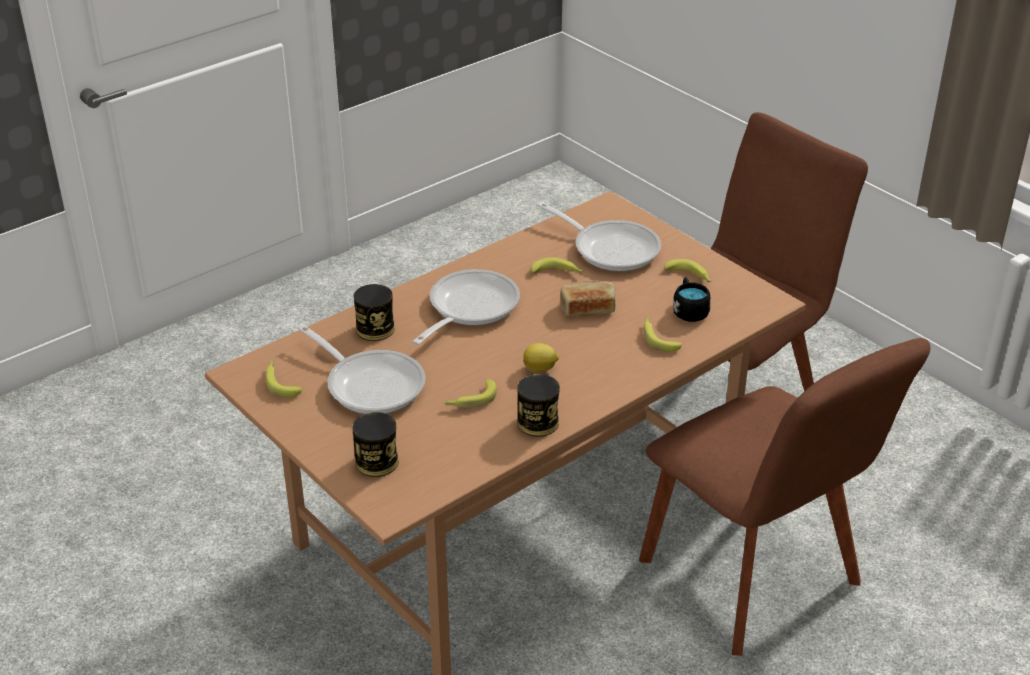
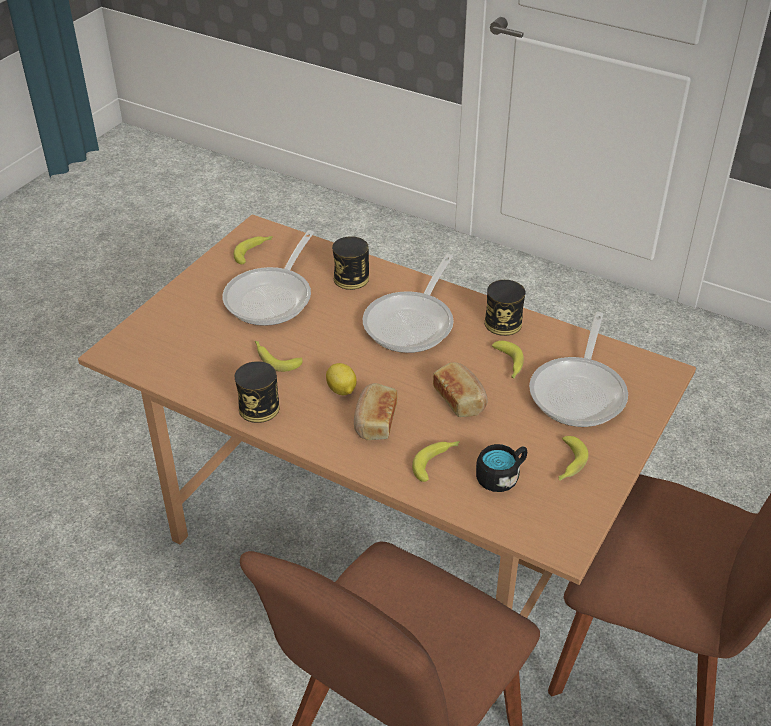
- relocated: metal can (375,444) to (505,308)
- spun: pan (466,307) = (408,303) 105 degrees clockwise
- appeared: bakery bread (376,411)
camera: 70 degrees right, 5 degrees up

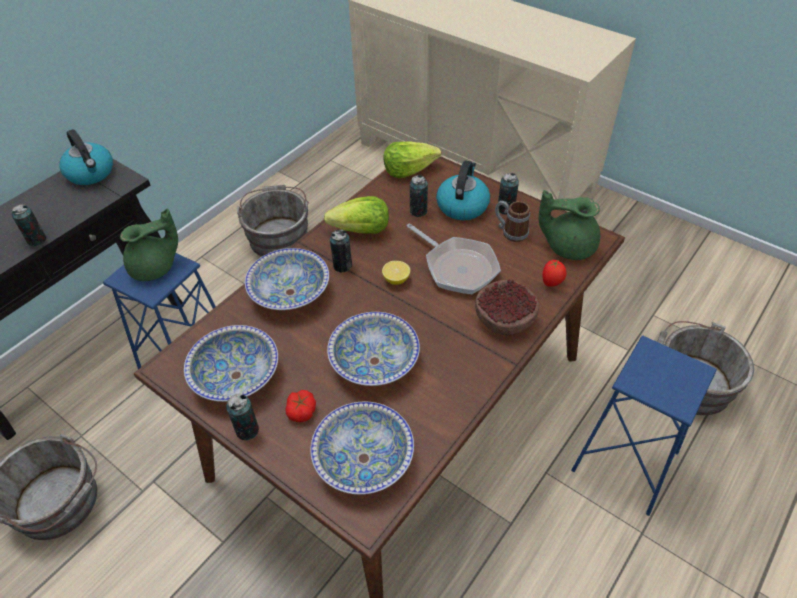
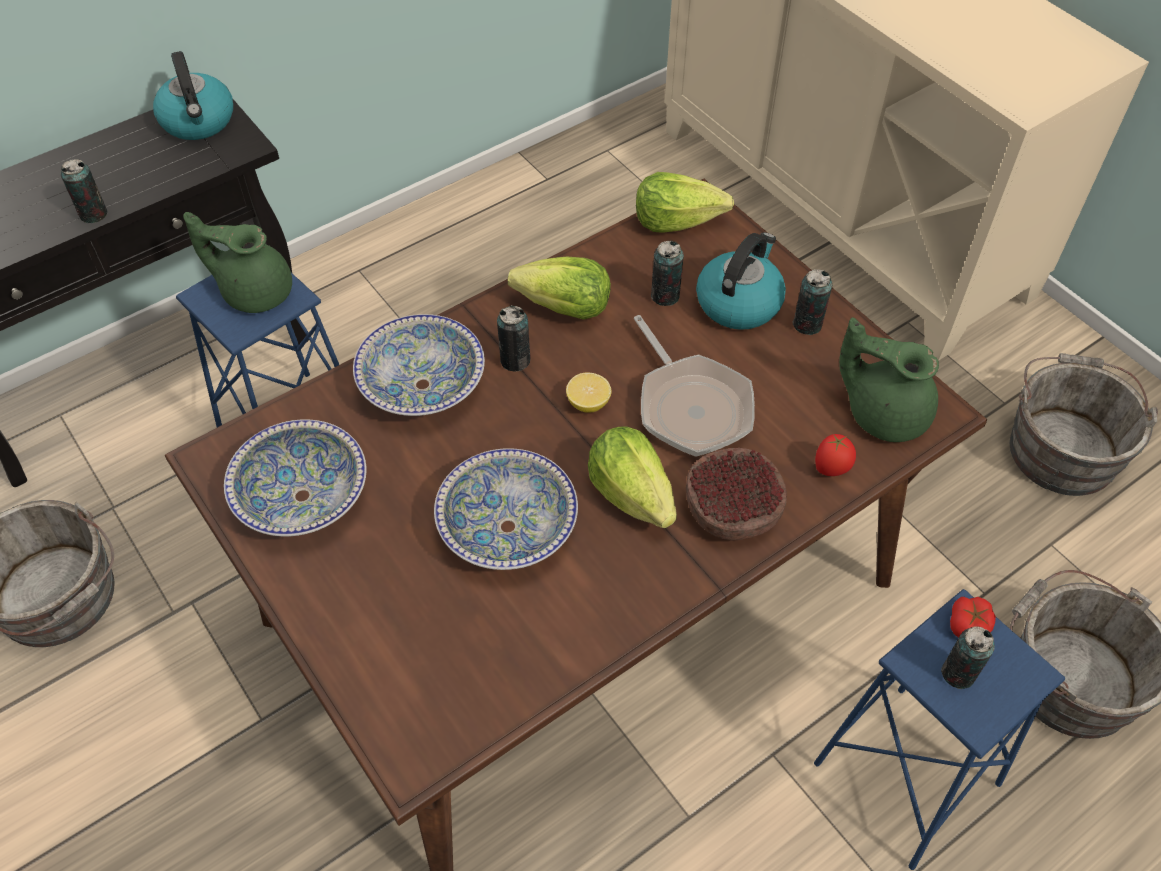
- spun: pot for tea in green (149,244) = (237,262) 150 degrees counterclockwise
- relocated: metal can (243,417) to (968,657)
- relocated: pail in gray (273,221) to (1084,424)
- relocated: fresh tomato (301,406) to (973,617)
- missing: deep dish (362,448)
- missing: coffee mug (512,221)
- appeared: head of lettuce (632,477)
camera: 15 degrees right, 5 degrees up

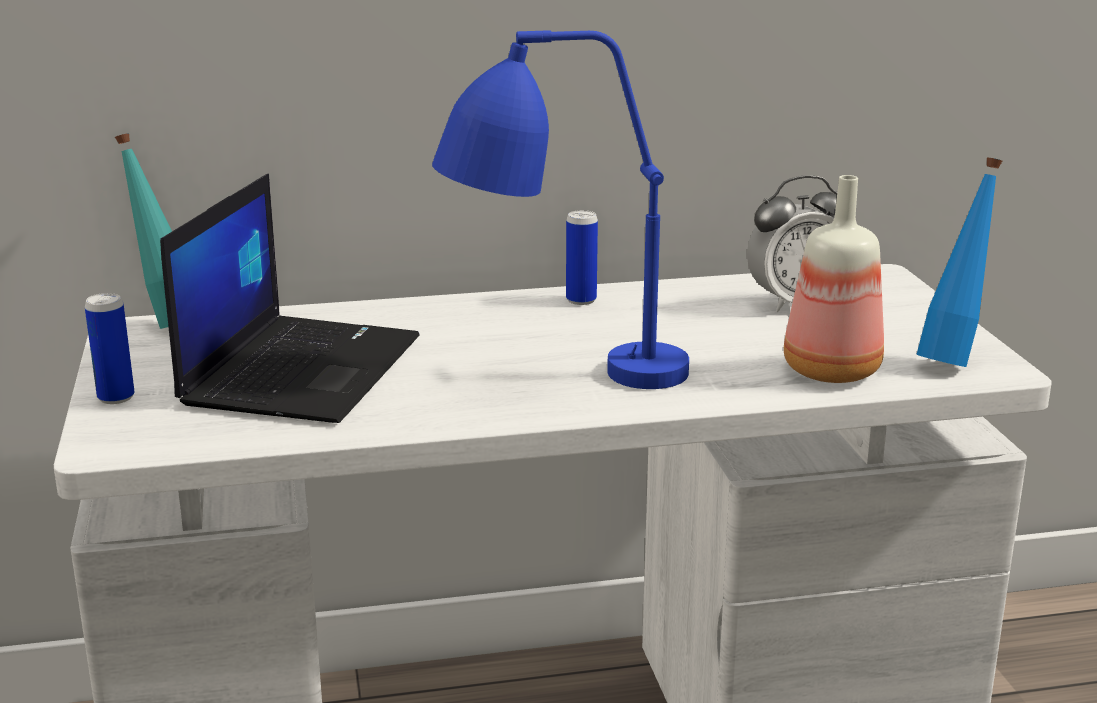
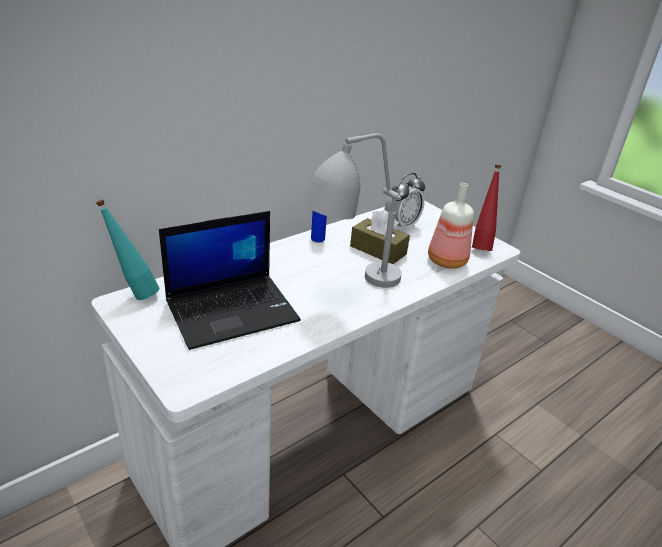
- missing: metal can (110,348)
- spun: notebook computer (290,298) = (230,280) 75 degrees clockwise
- colour: table lamp in bluish (560,209) to table lamp in gray (352,210)
- colour: bottle in bluish (959,262) to bottle in red (486,208)
- appeared: box of tissues in brown-coloured (380,237)
camera: 30 degrees left, 10 degrees up

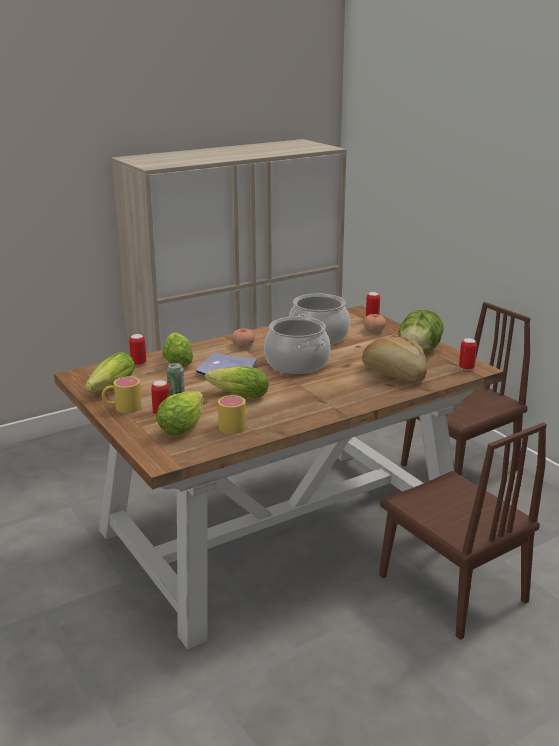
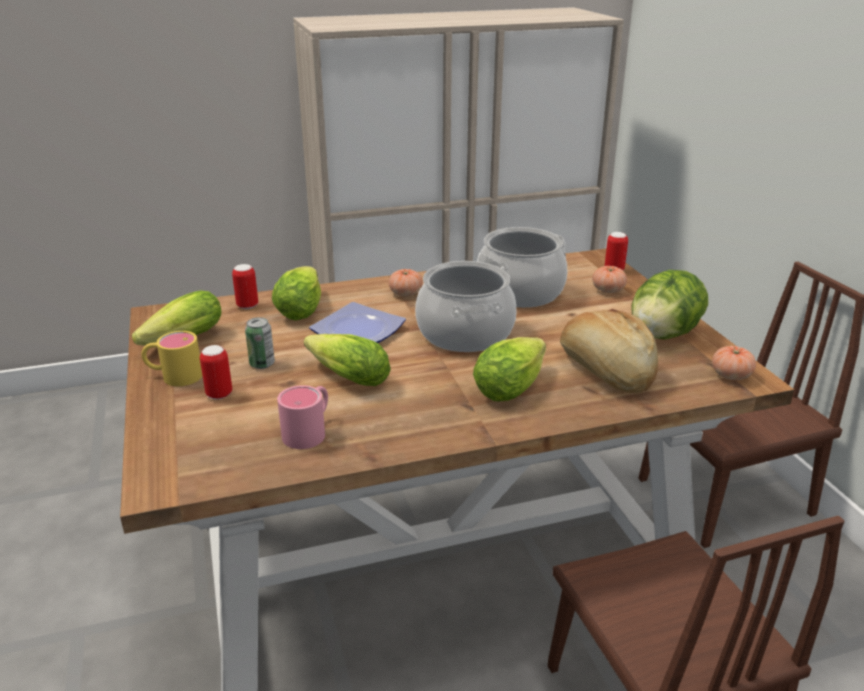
- relocated: head of lettuce (180,413) to (509,369)
- colour: coffee mug in yellow-coloured (232,414) to coffee mug in pink-coloured (302,417)
- exchanged: metal can (468,354) to fresh tomato (734,363)
camera: 15 degrees right, 5 degrees up

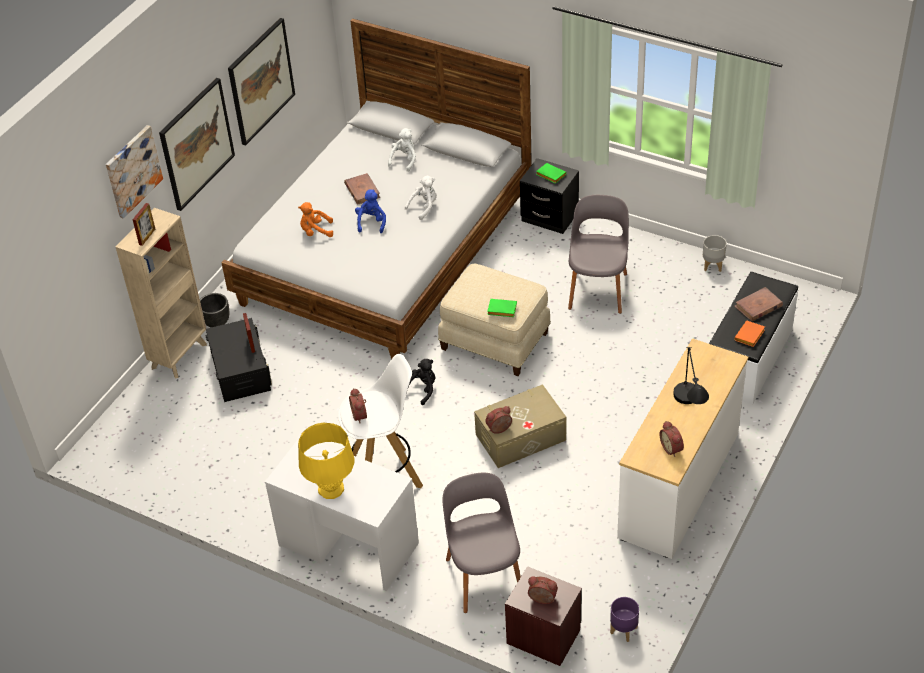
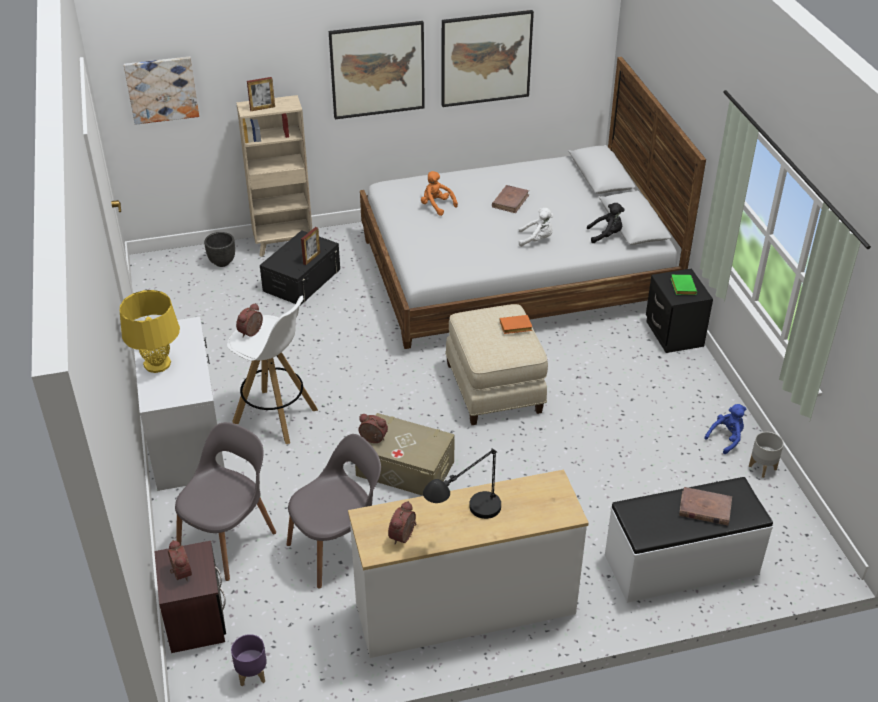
- relocated: picture (134,172) to (161,91)
- relocated: flower pot in black (214,310) to (219,249)
- relocated: plush toy in bluish (370,211) to (725,429)
- missing: plush toy in white-coloured (402,150)
- relocated: plush toy in black (421,382) to (606,223)
- missing: volume in green (502,308)
- relocated: upright chair in gray (598,254) to (334,511)
- relocated: volume in orange-coloured (749,334) to (516,324)
camera: 45 degrees right, 5 degrees down

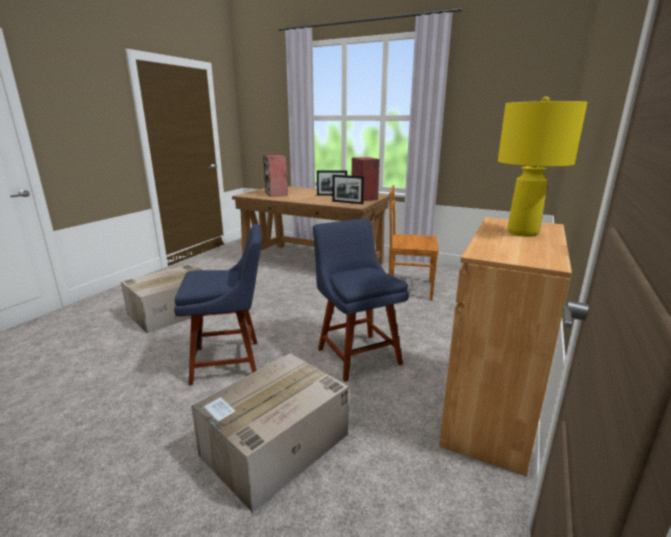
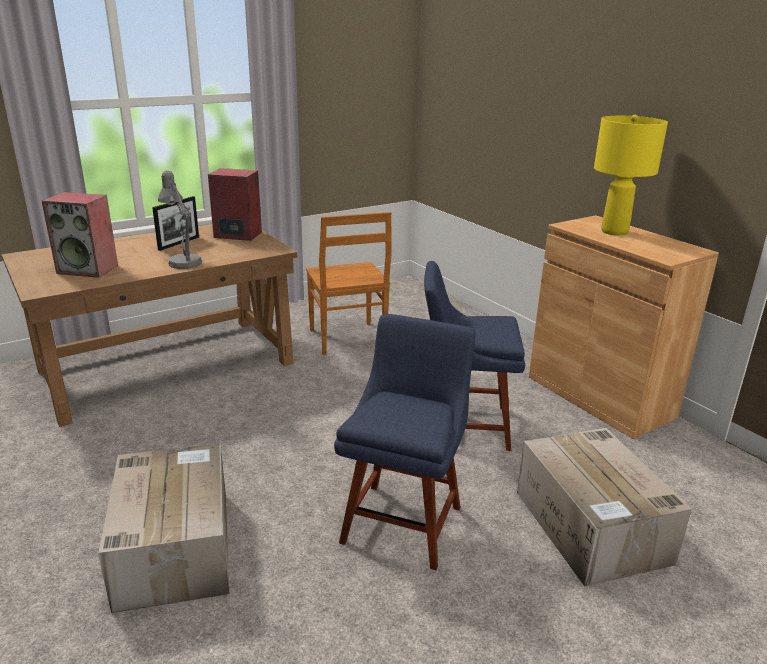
- missing: picture frame (348,189)
- spun: upright chair in brown-coloured (413,242) = (348,283) 60 degrees counterclockwise
- appeared: table lamp in gray (180,219)
camera: 60 degrees left, 5 degrees up

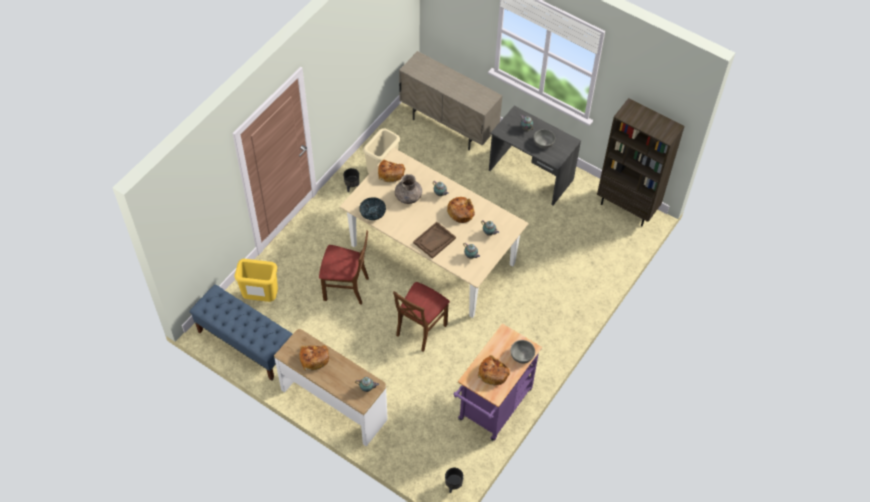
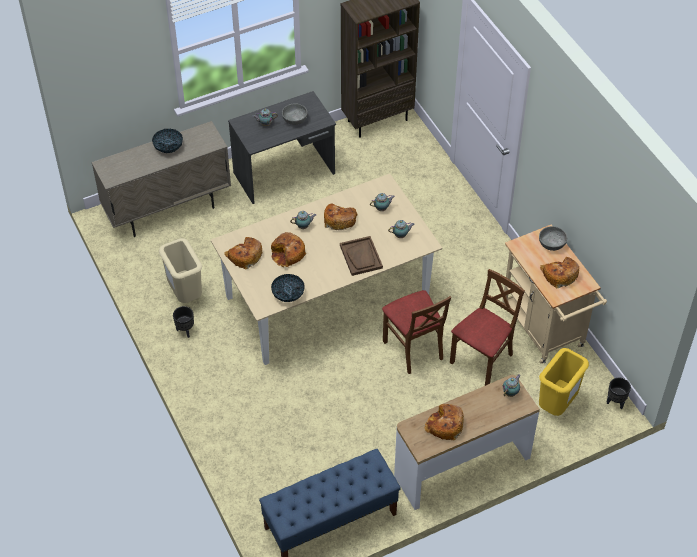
- relocated: trash can in yellow-coloured (256,280) to (564,382)
- relocated: upright chair in brown-coloured (344,267) to (487,327)
- exchanged: decorative vase in gray (408,189) to bakery bread (288,249)
- colour: cart in purple-coloured (497,382) to cart in beige-coloured (554,294)
- appeared: deep dish (167,141)
camera: 60 degrees left, 5 degrees down

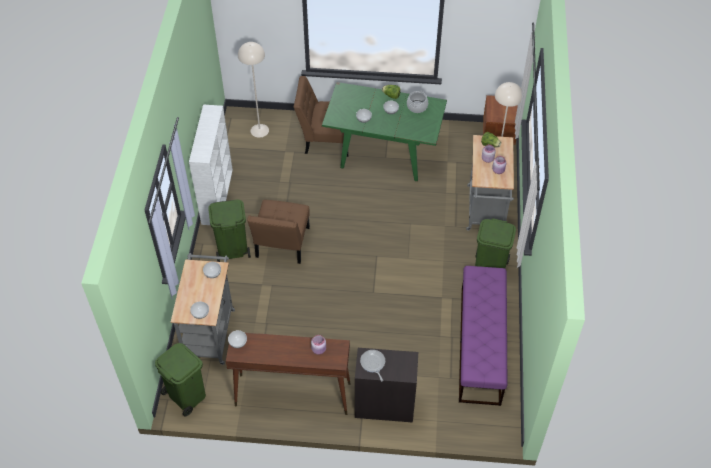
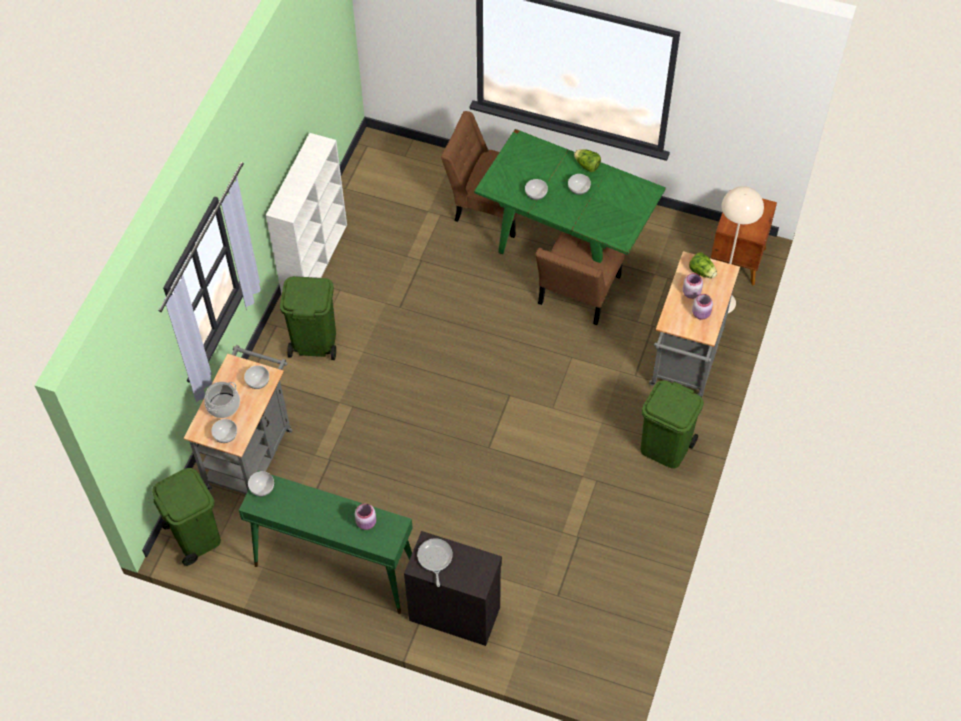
- colour: narrow table in brown-coloured (288,373) to narrow table in green (326,542)
- missing: floor lamp in beige-coloured (253,90)
- relocated: upright chair in brown-coloured (278,232) to (580,278)
- relocated: stockpot (417,102) to (222,400)
- missing: bench in purple-coloured (483,336)
camera: 15 degrees right, 5 degrees up

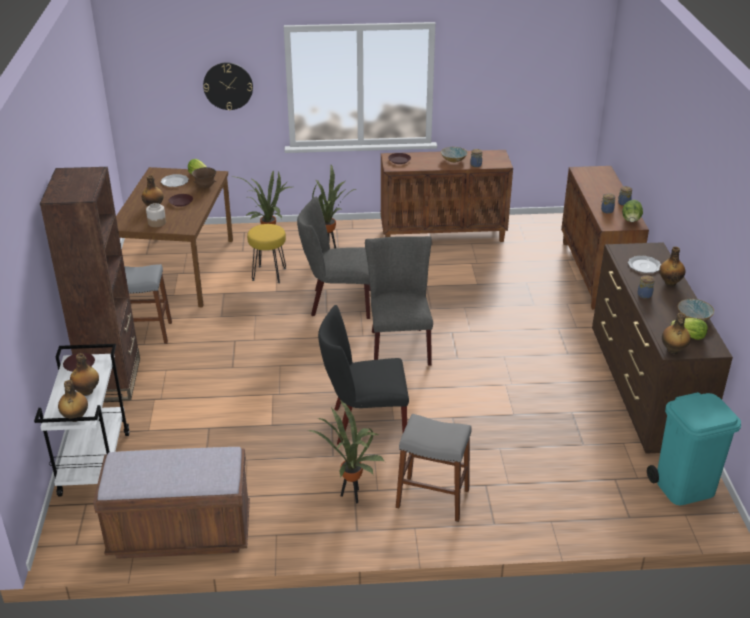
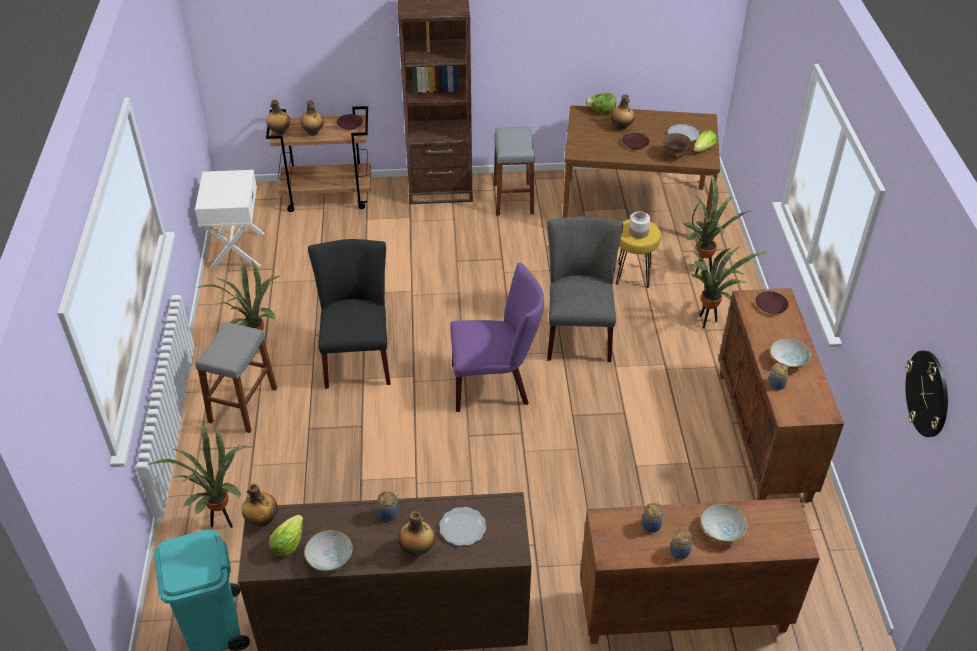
- colour: cart in white-coloured (81,420) to cart in brown-coloured (318,159)
- exchanged: bench in brown-coloured (171,503) to bedside table in white-coloured (229,219)
- relocated: storage jar (156,215) to (639,225)
- relocated: hanging clock (228,86) to (926,394)
- colour: upright chair in gray (399,301) to upright chair in purple-coloured (497,337)
- relocated: head of lettuce (632,211) to (600,103)
- appeared: houseplant (197,475)
- appeared: deep dish (724,523)
camera: 90 degrees right, 10 degrees up

